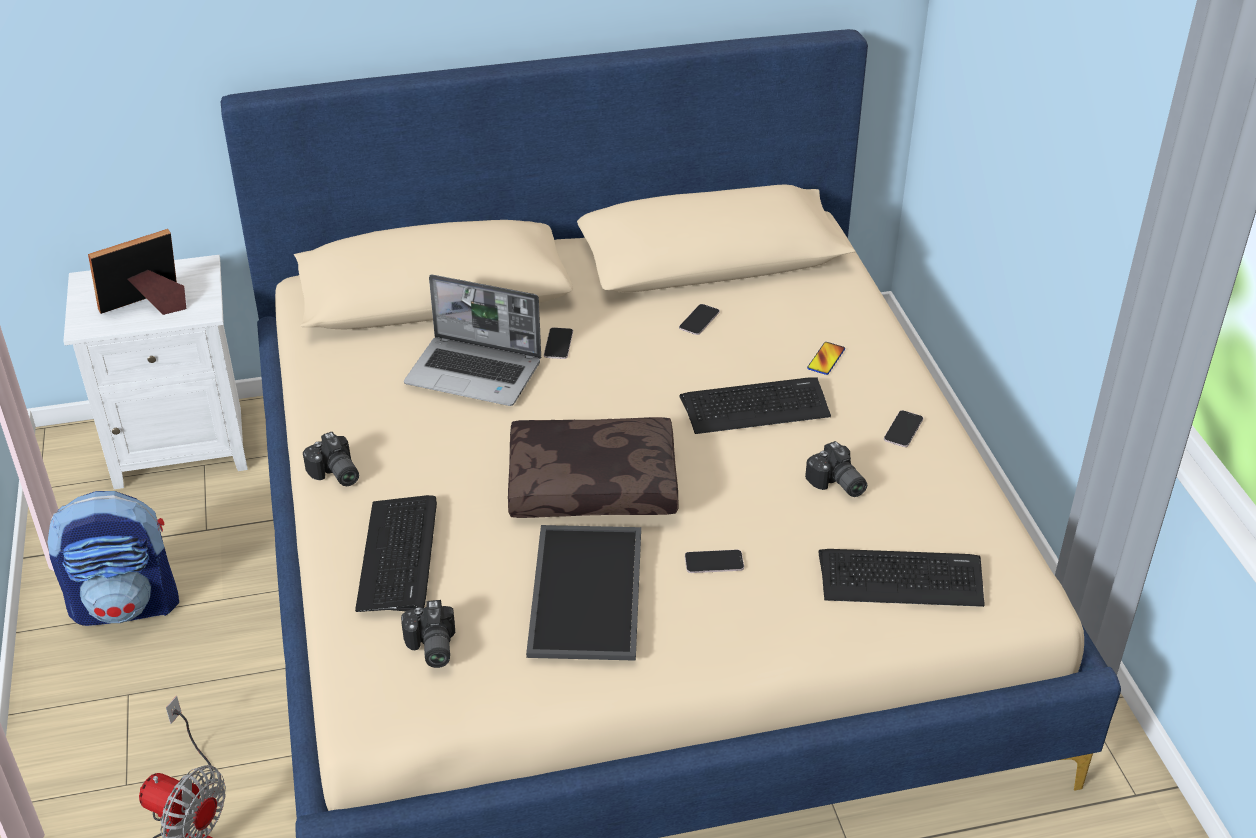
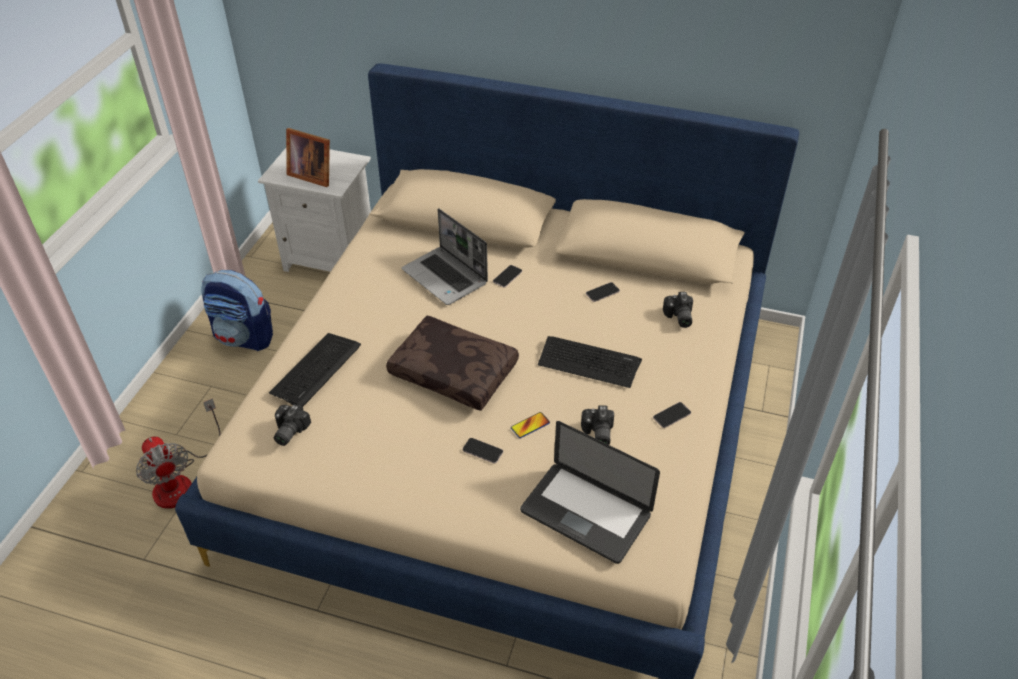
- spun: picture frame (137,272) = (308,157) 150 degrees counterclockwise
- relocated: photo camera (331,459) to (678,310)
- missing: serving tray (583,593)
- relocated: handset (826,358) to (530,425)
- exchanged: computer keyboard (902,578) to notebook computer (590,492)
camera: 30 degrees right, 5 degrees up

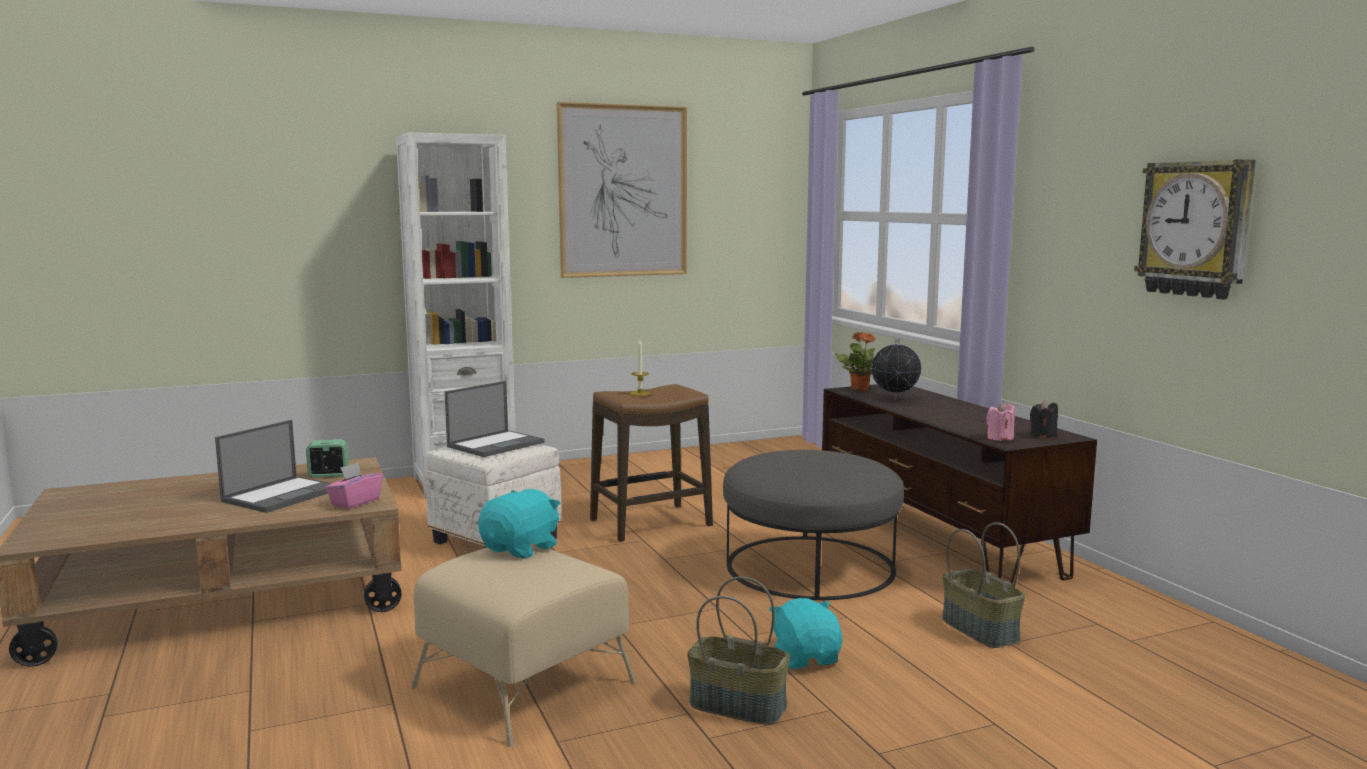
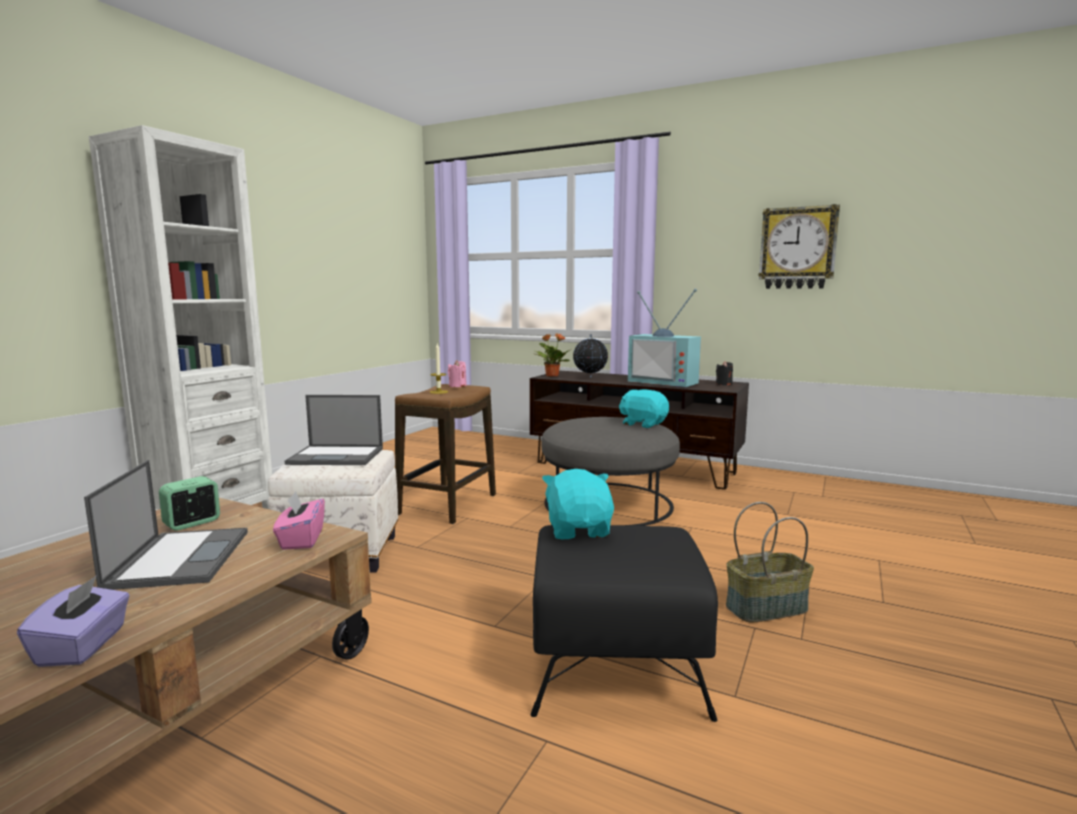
- colour: footrest in beige-coloured (524,645) to footrest in black (624,623)
- spun: notebook computer (494,419) = (334,430) 90 degrees clockwise
- missing: picture (622,190)
- relocated: plush toy in turquoise (805,633) to (644,409)
- missing: household basket (983,585)
- relocated: wax light in pink-coloured (1000,421) to (457,373)
- appeared: box of tissues in purple-coloured (73,621)
- appeared: television (664,338)
camera: 40 degrees left, 0 degrees up

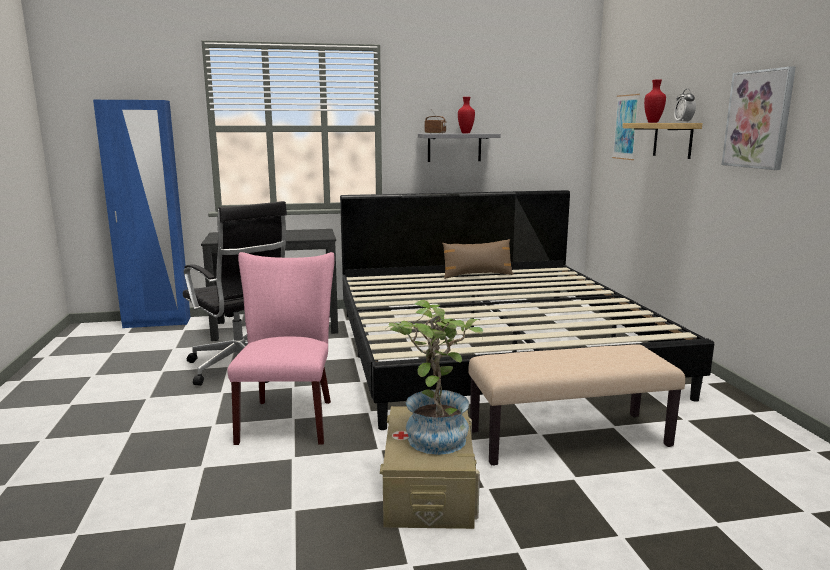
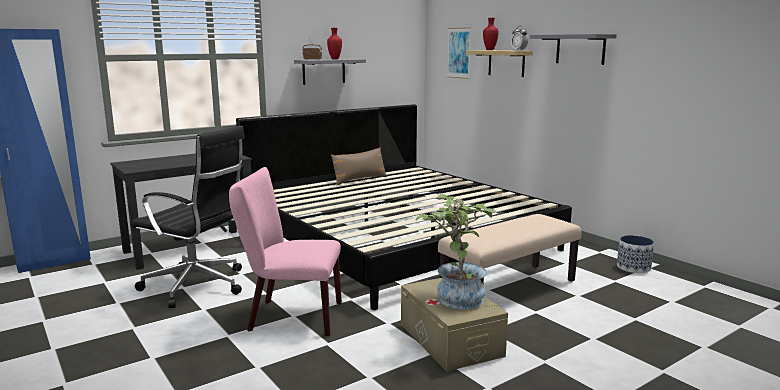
- spun: upright chair in pink-coloured (281,348) = (285,251) 60 degrees counterclockwise
- exchanged: picture (758,118) to bracket shelf in gray (573,49)
- appeared: flower pot (635,254)
camera: 25 degrees left, 0 degrees up

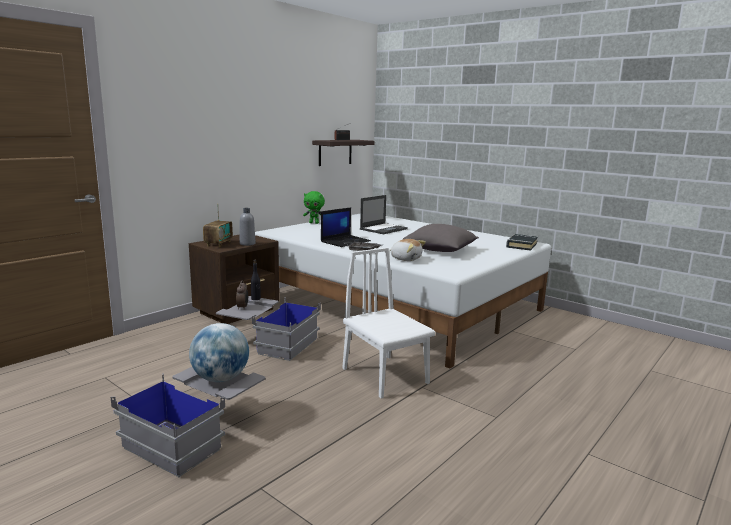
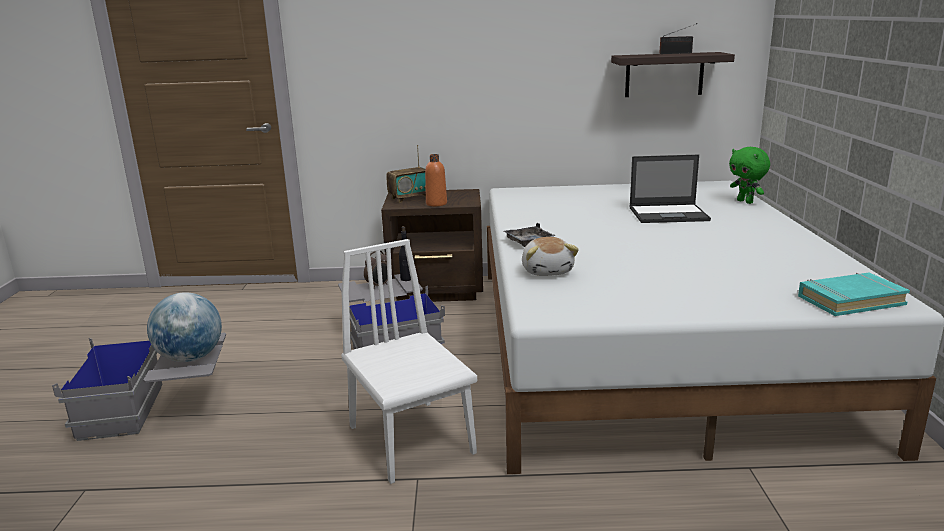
- colour: bottle in gray (248,227) to bottle in orange-coloured (436,180)
- relocated: plush toy in green (314,207) to (749,175)
- missing: notebook computer (346,227)
- spun: upright chair in white-coloured (388,322) = (409,361) 45 degrees counterclockwise
- missing: pillow in gray (440,238)
- colour: volume in black (522,242) to volume in turquoise (854,294)
camera: 50 degrees right, 5 degrees up

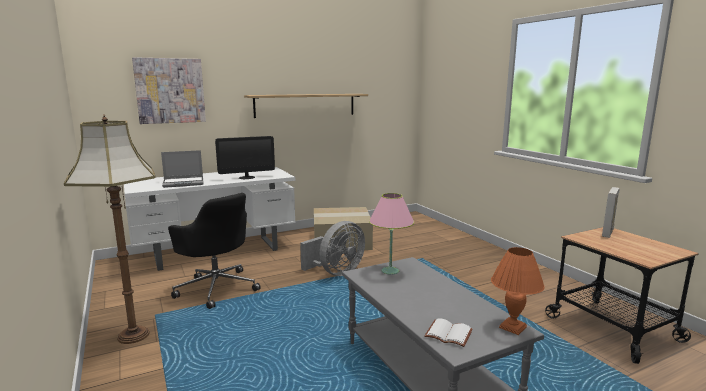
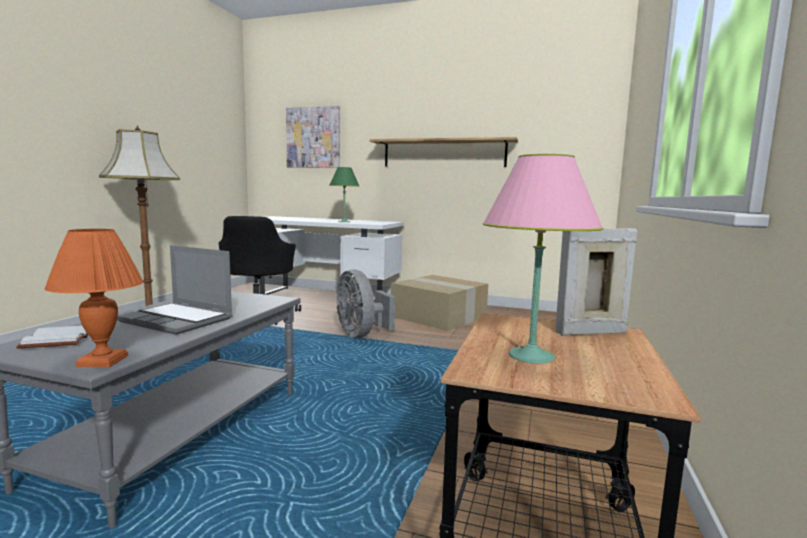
- relocated: notebook computer (182,169) to (175,290)
- exchanged: computer screen (245,157) to table lamp in green (344,194)
- spun: cooling fan in gray (332,248) = (365,303) 60 degrees clockwise
- relocated: table lamp in pink-coloured (391,234) to (543,259)
camera: 45 degrees right, 5 degrees down

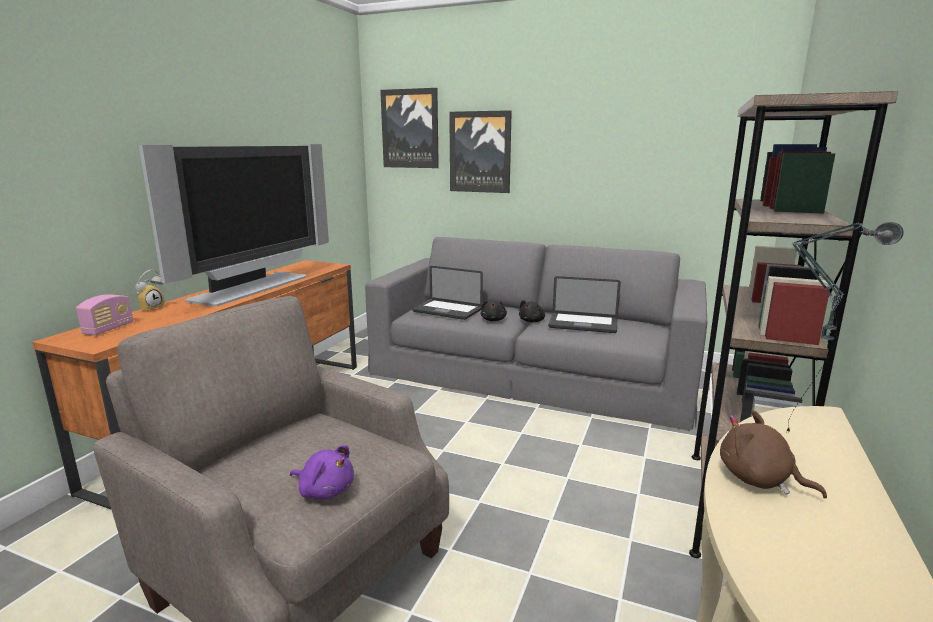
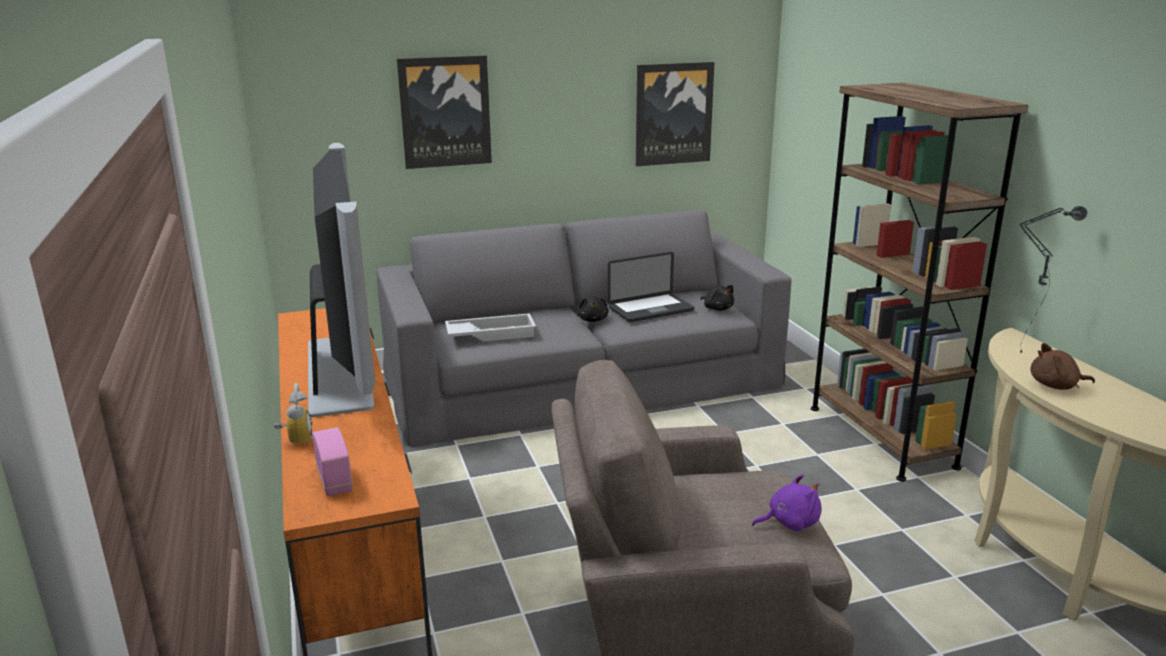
- relocated: picture (409,128) to (675,114)
- exchanged: notebook computer (447,293) to serving tray in white-coloured (490,327)
- relocated: plush toy in black (494,310) to (717,298)
camera: 40 degrees left, 5 degrees up

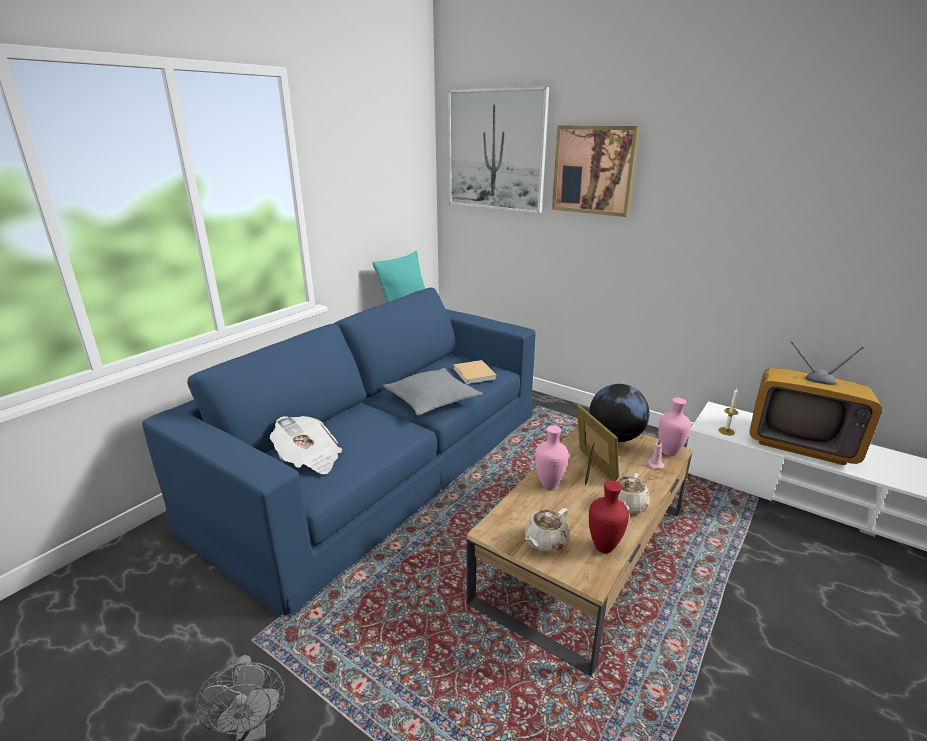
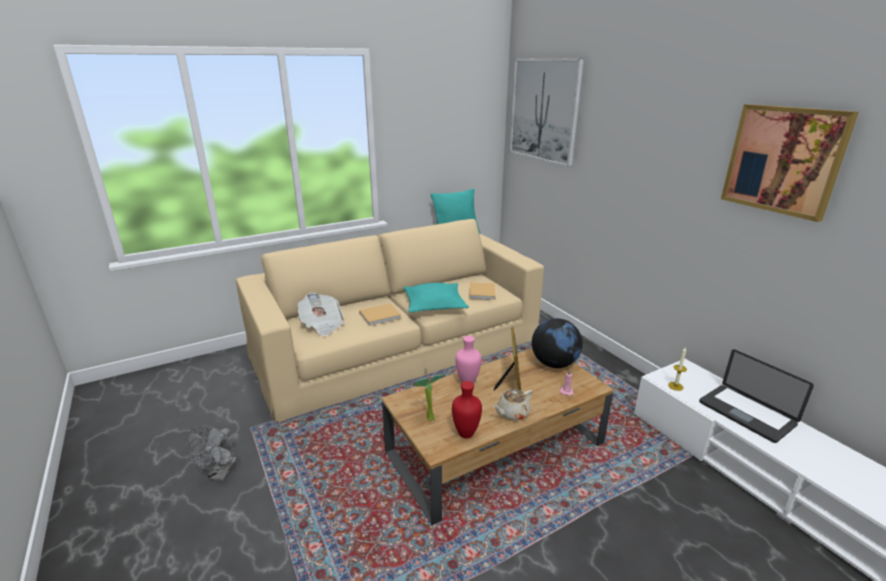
- colour: couch in bluish (339,452) to couch in beige-coloured (390,320)
- colour: pillow in gray (433,392) to pillow in turquoise (436,298)
- exchanged: pot for tea in beige-coloured (546,530) to houseplant (429,398)
- relocated: picture (596,171) to (790,163)
- missing: decorative vase in pink-coloured (674,427)
- exchanged: television (815,403) to notebook computer (756,396)
- appeared: volume in beige-coloured (380,314)
camera: 25 degrees right, 0 degrees up

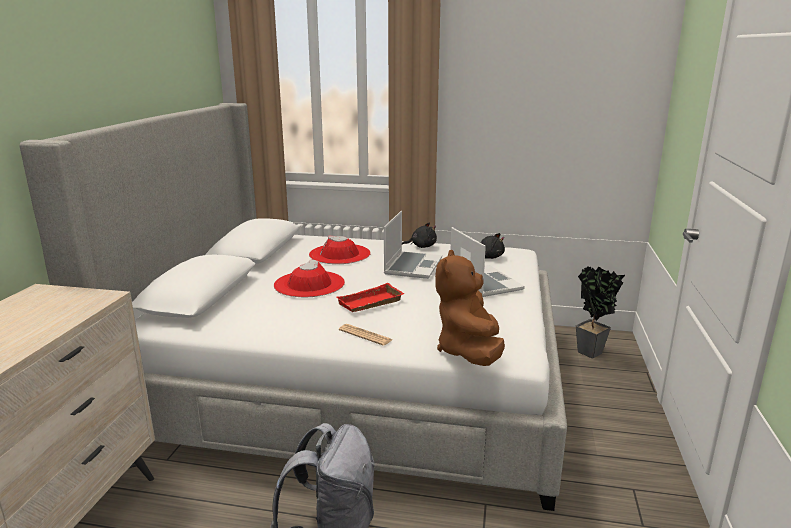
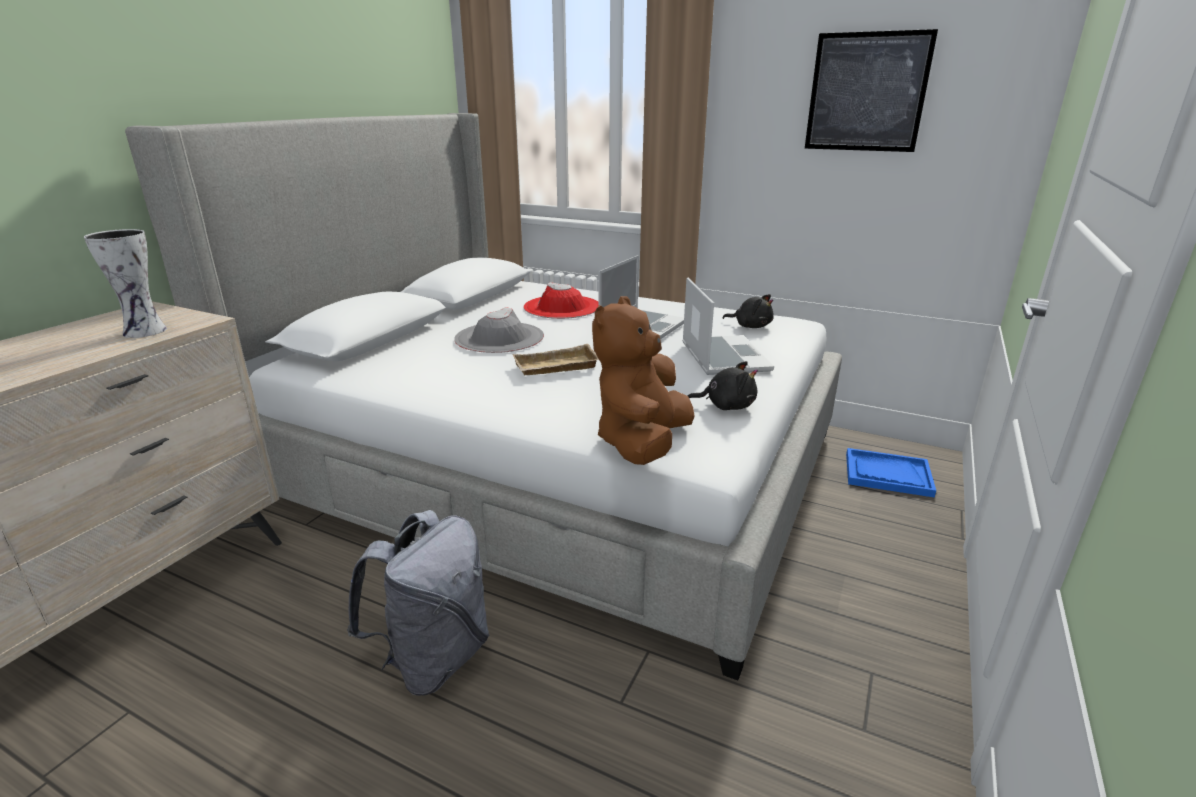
- colour: hat in red (309,278) to hat in gray (499,330)
- colour: serving tray in red (371,297) to serving tray in beige-coloured (555,359)
- missing: printed paper (365,335)
- relocated: plush toy in black (419,235) to (723,385)
- exchanged: houseplant (600,312) to serving tray in bluish (891,473)
- appeared: decorative vase (125,283)
- appeared: picture (871,90)
camera: 15 degrees right, 5 degrees up

